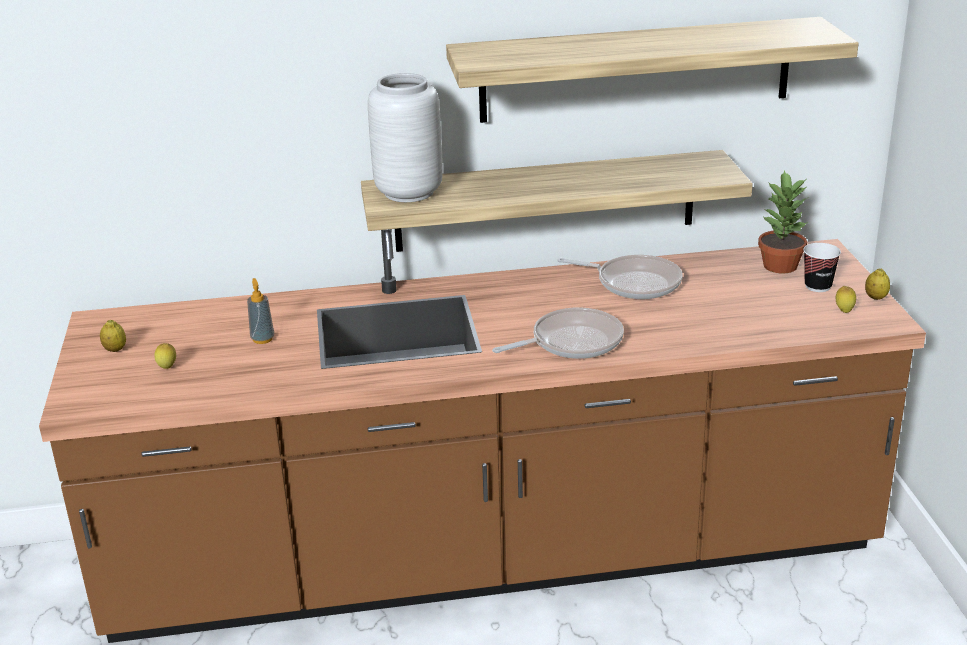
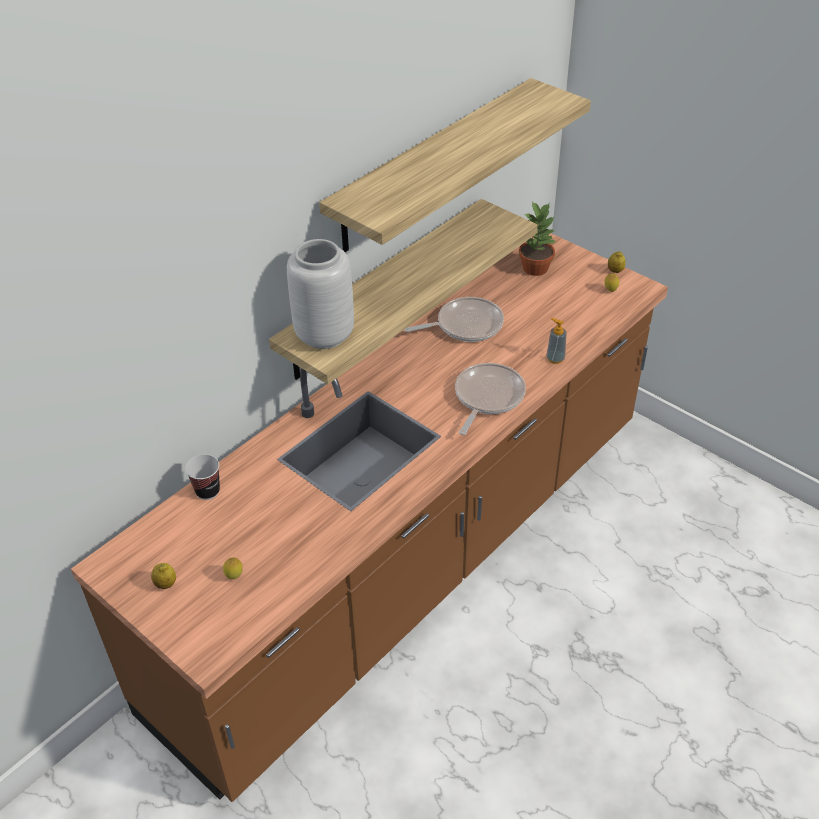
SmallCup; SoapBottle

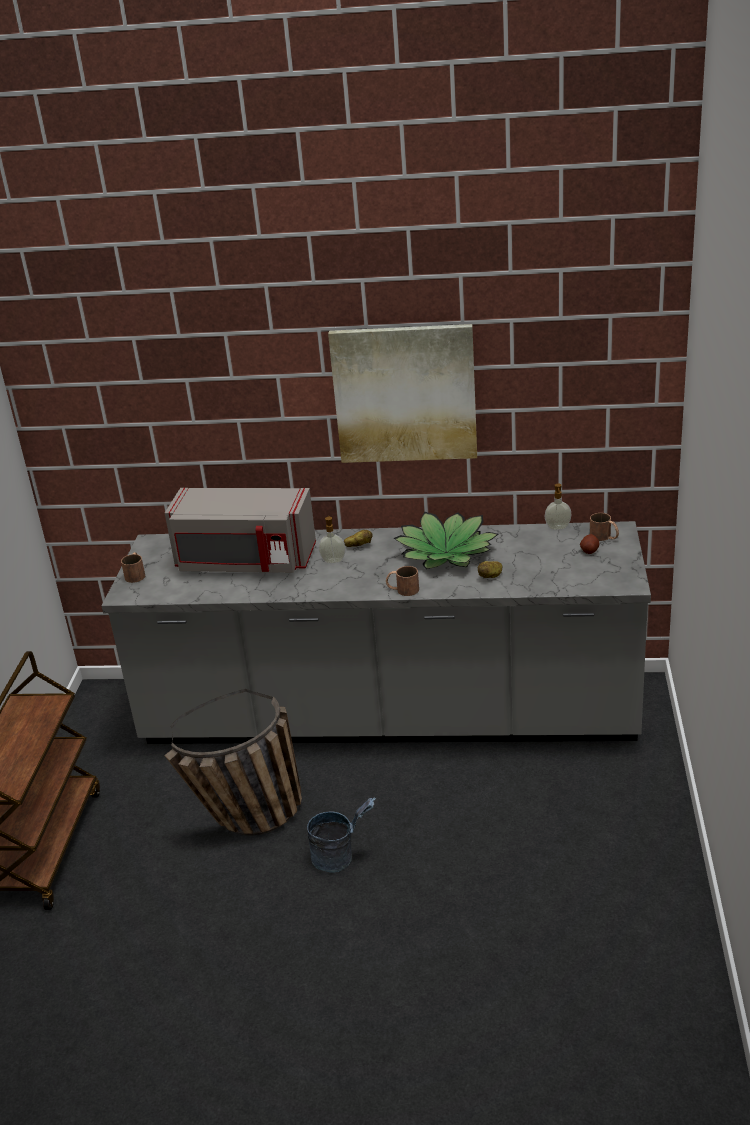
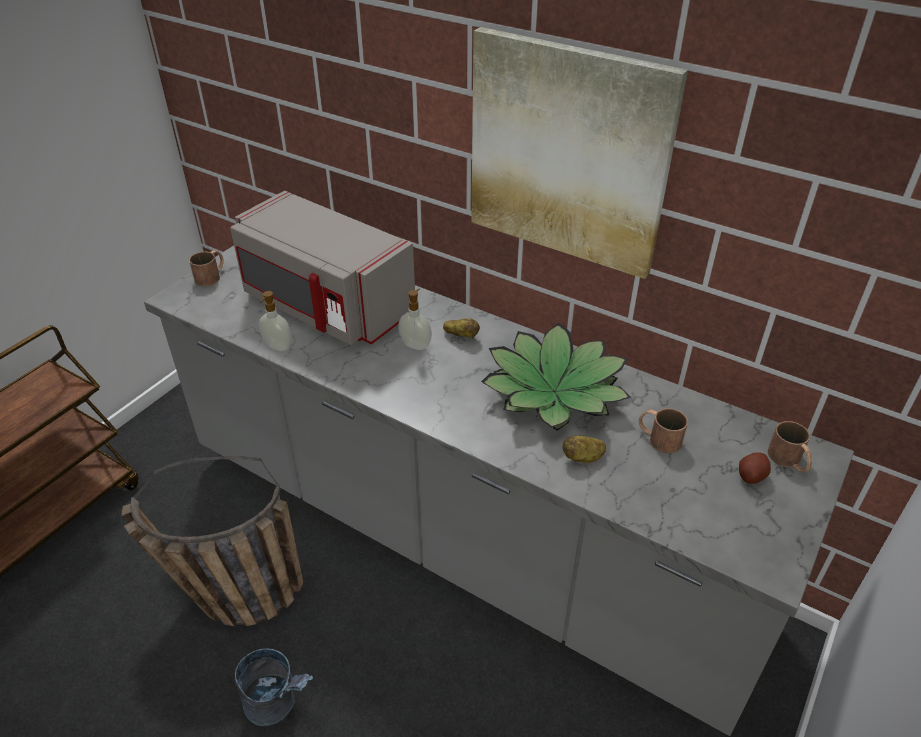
SoapBottle (no. 1 from left); BrownColouredCoffeeMug (no. 2 from left)

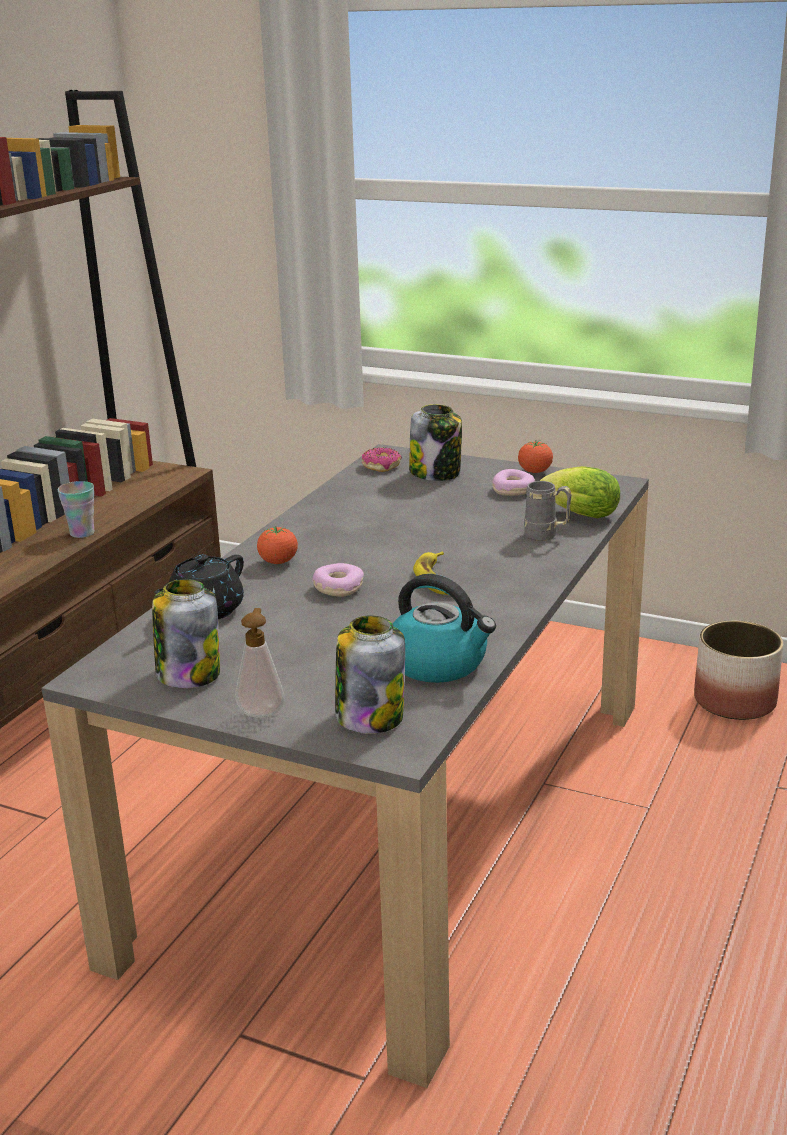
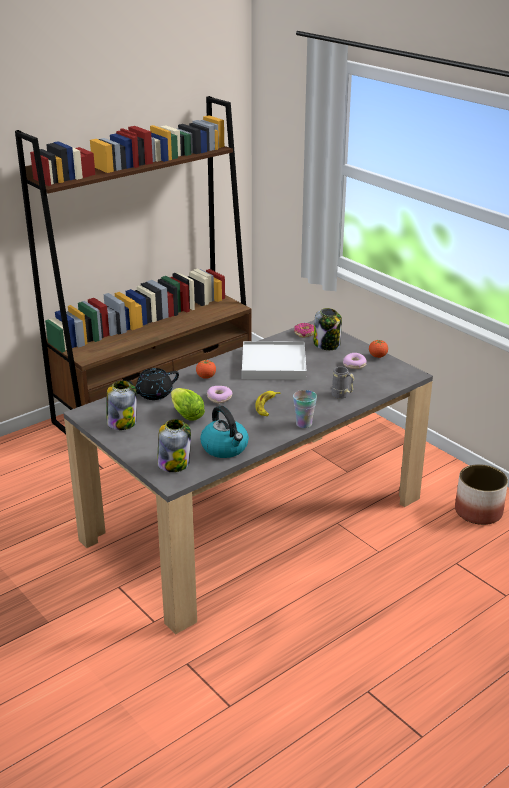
LettuceHead; WhiteColouredCarryingTray; SmallCup; SoapBottle

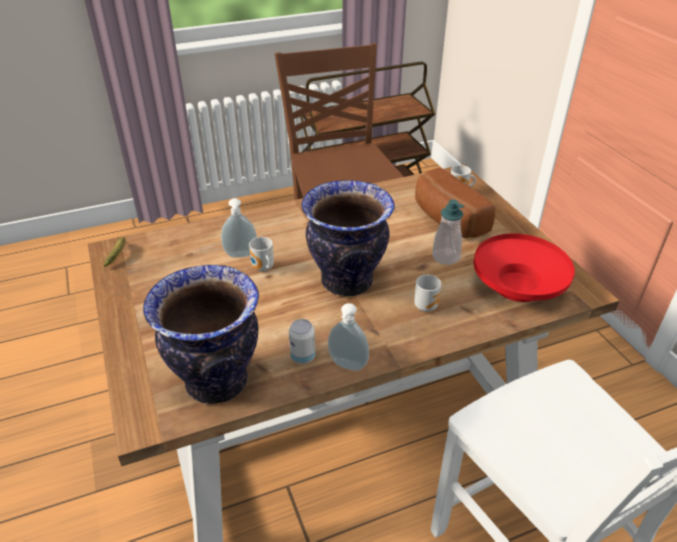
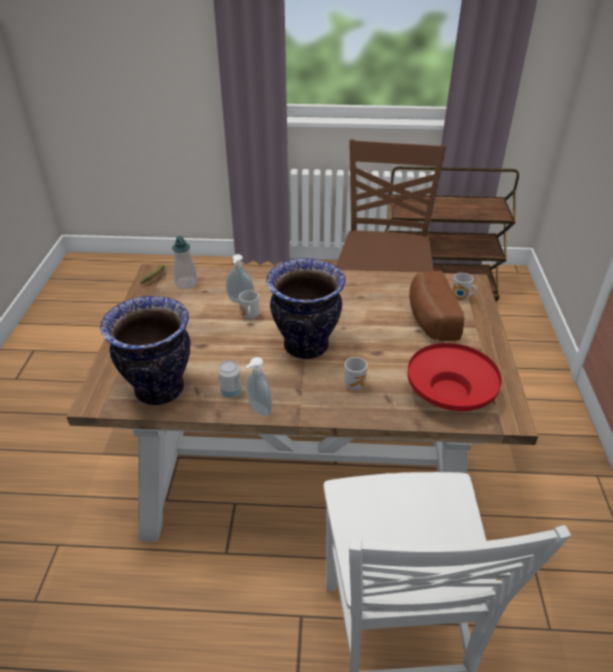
SoapBottle (no. 1 from left)

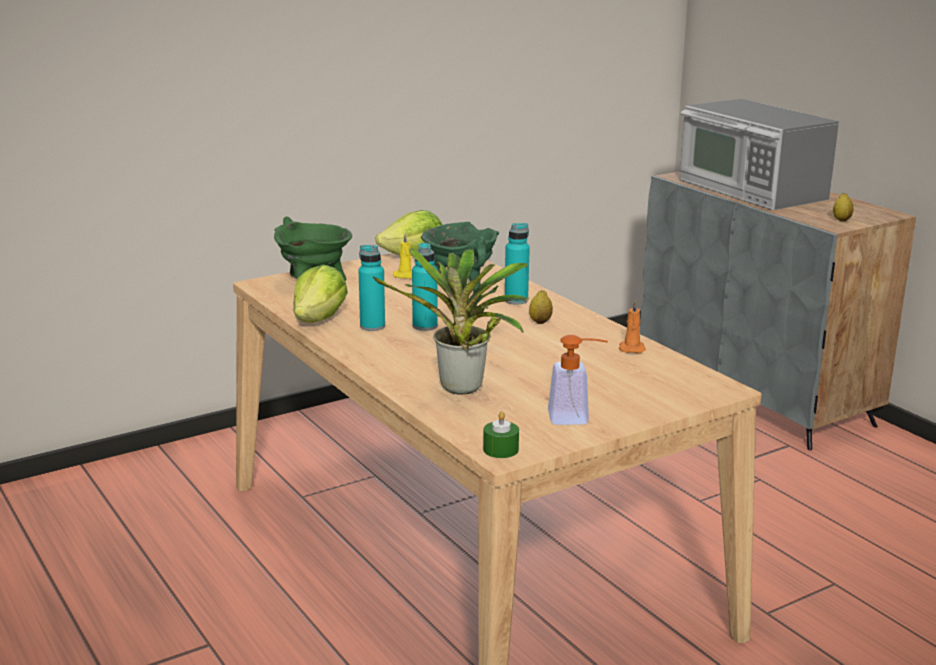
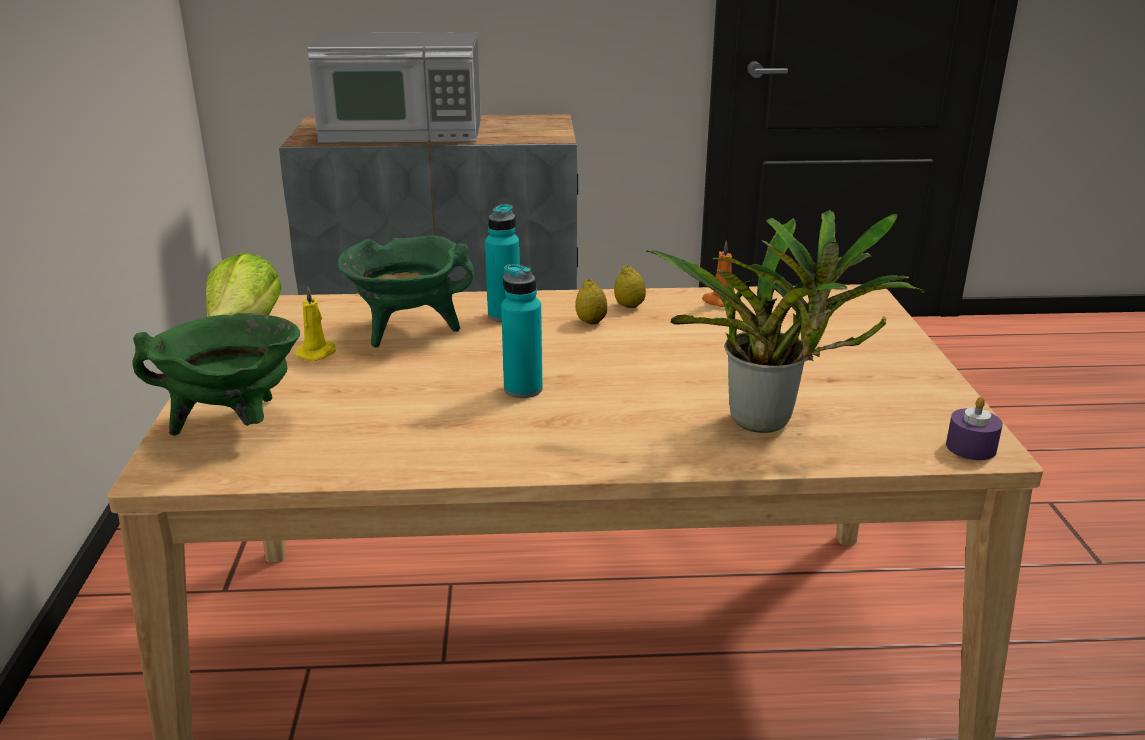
Lemon (no. 2 from left); PurpleColouredWaxLight; LettuceHead (no. 1 from left in the first image); TurquoiseBottle (no. 1 from left in the first image); SoapBottle

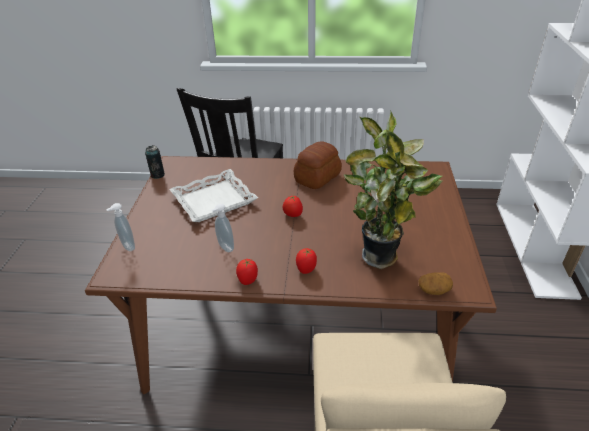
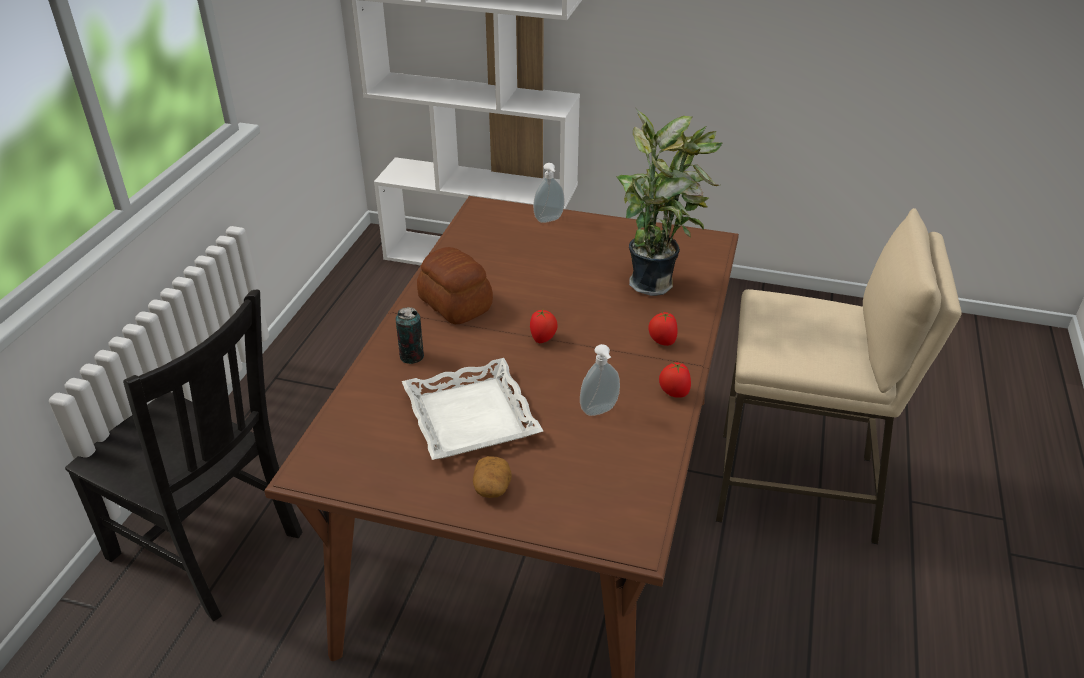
SealedCan; WholePotato; SoapBottle (no. 1 from left)

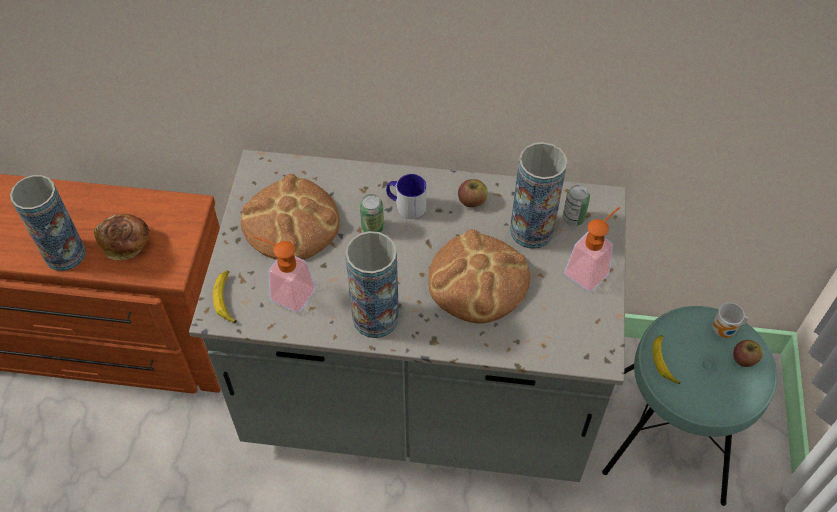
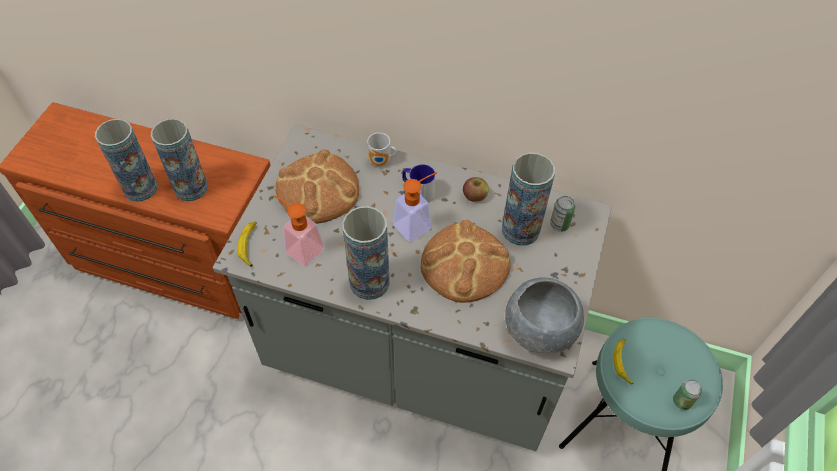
DecorativeVase (no. 2 from left); CoffeeMug (no. 1 from left); SoapBottle (no. 2 from left); GreyServingBowl; SealedCan (no. 2 from left); WholeApple (no. 2 from left in the first image)

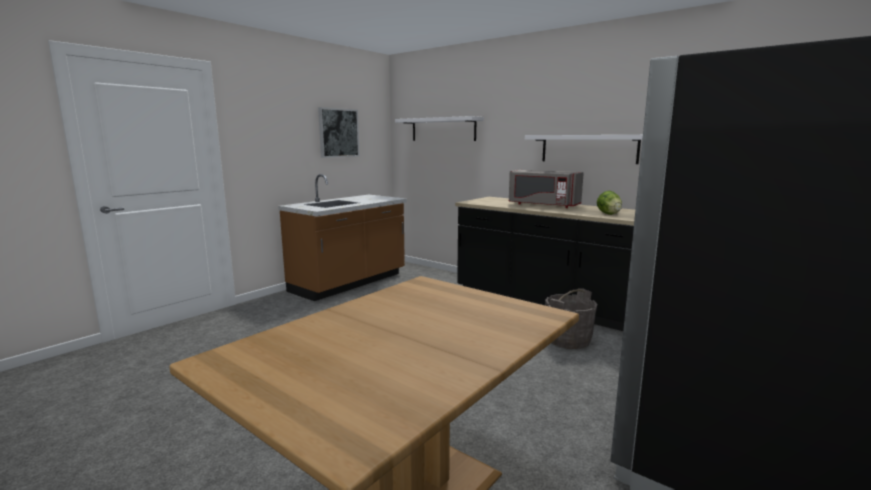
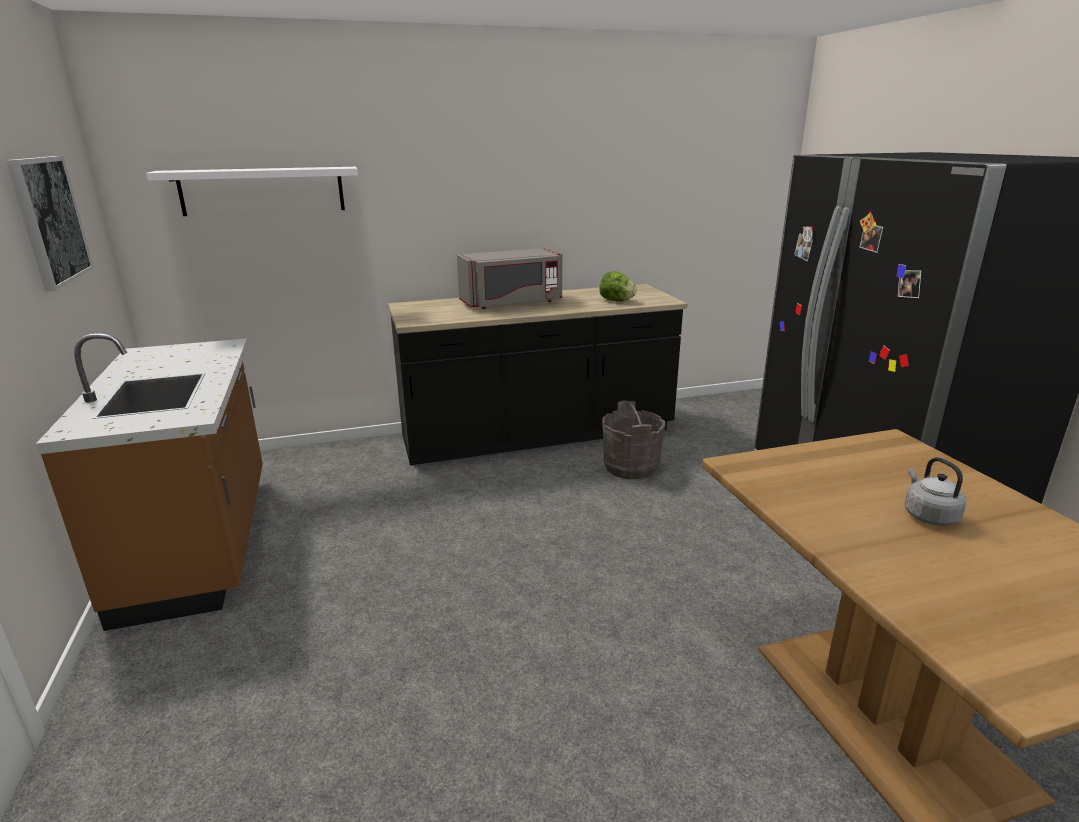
GreyKettle; WhiteColouredBracketShelf (no. 2 from left in the first image)

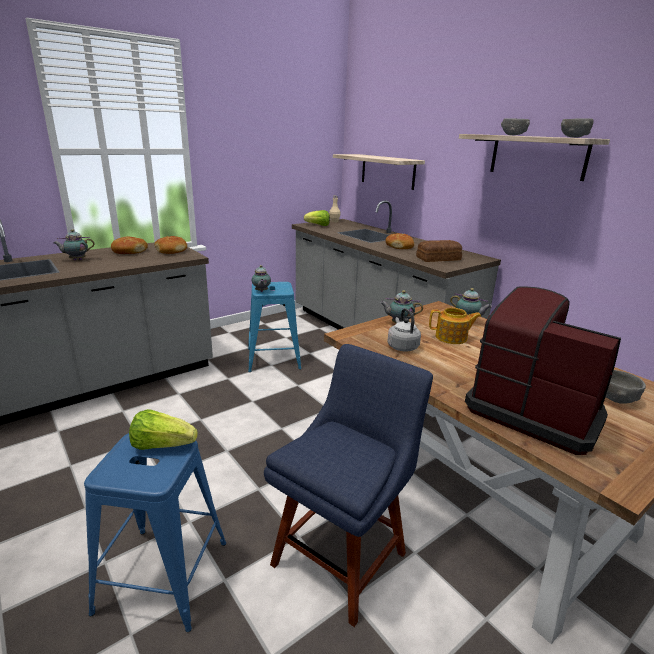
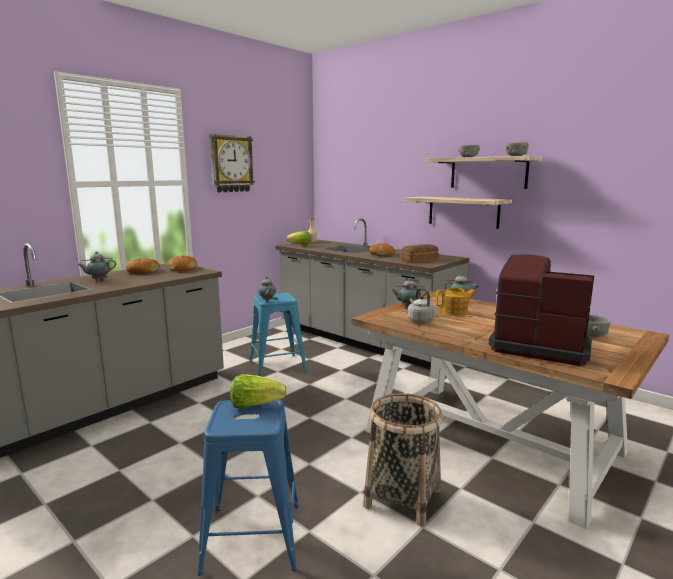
WallClock; HouseholdBasket; BracketShelf (no. 1 from left)

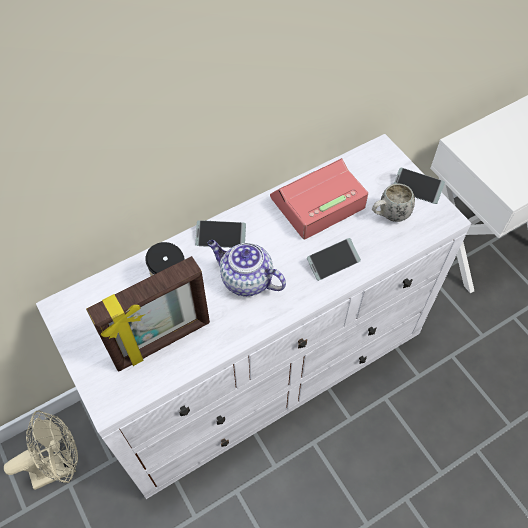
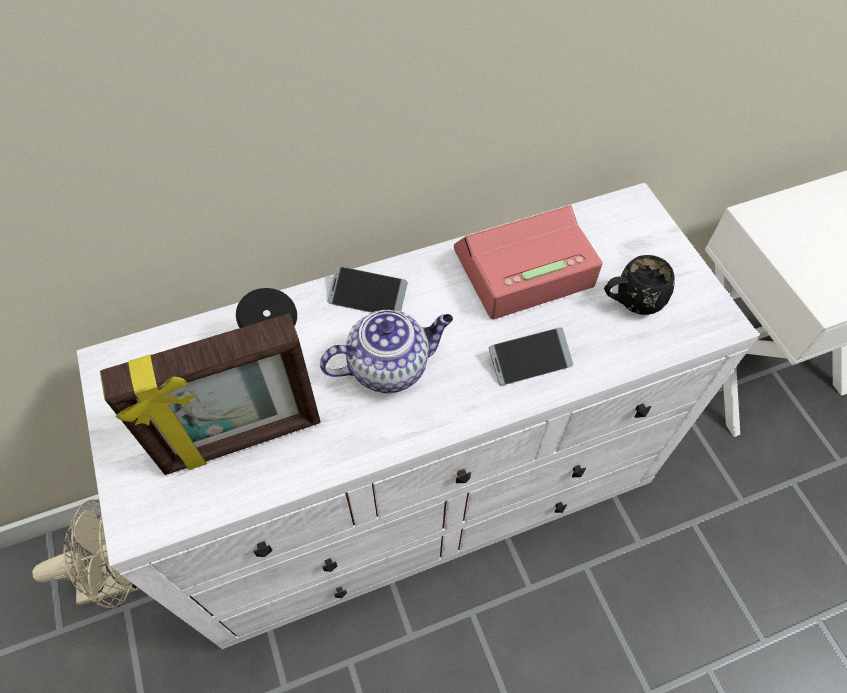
Teapot; BlackishCoffeeMug; Handset (no. 3 from left in the first image)

